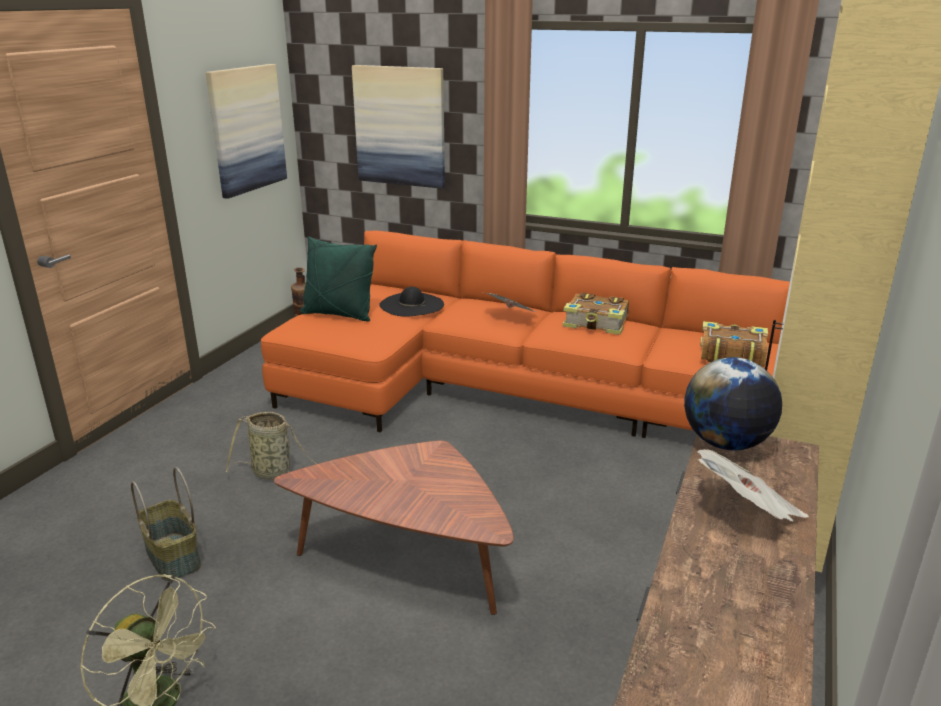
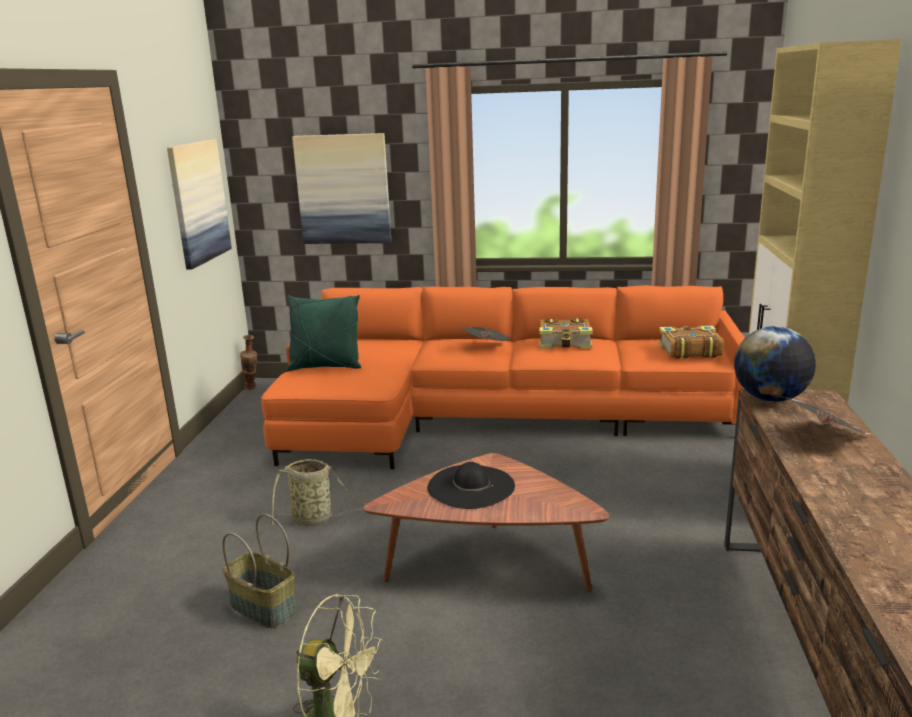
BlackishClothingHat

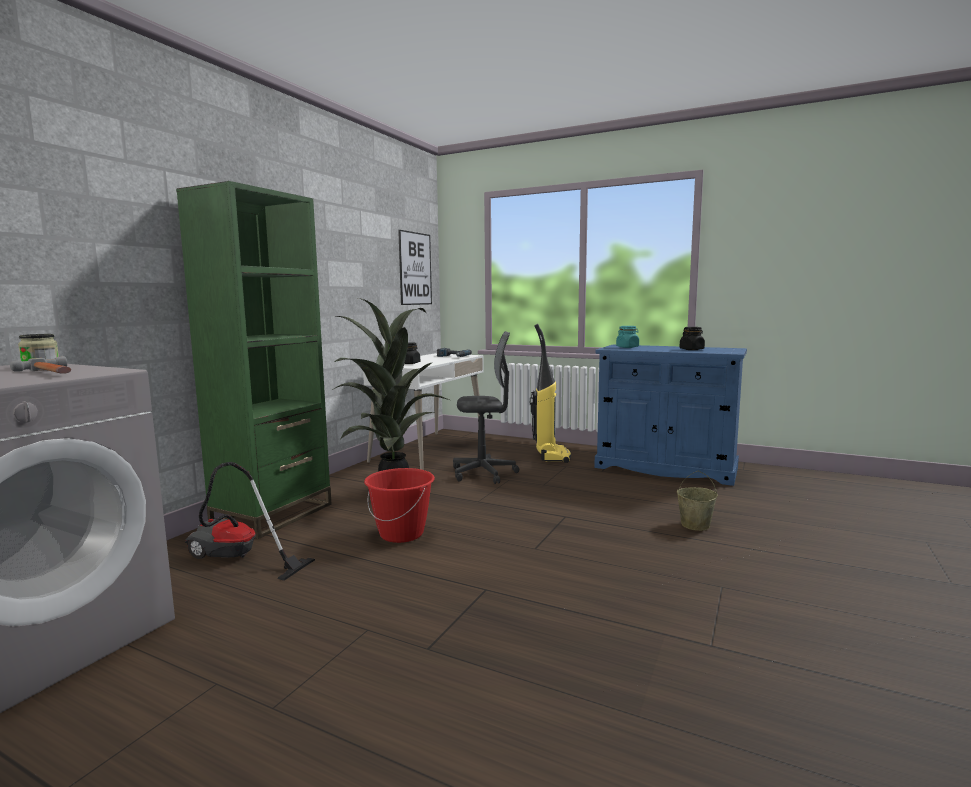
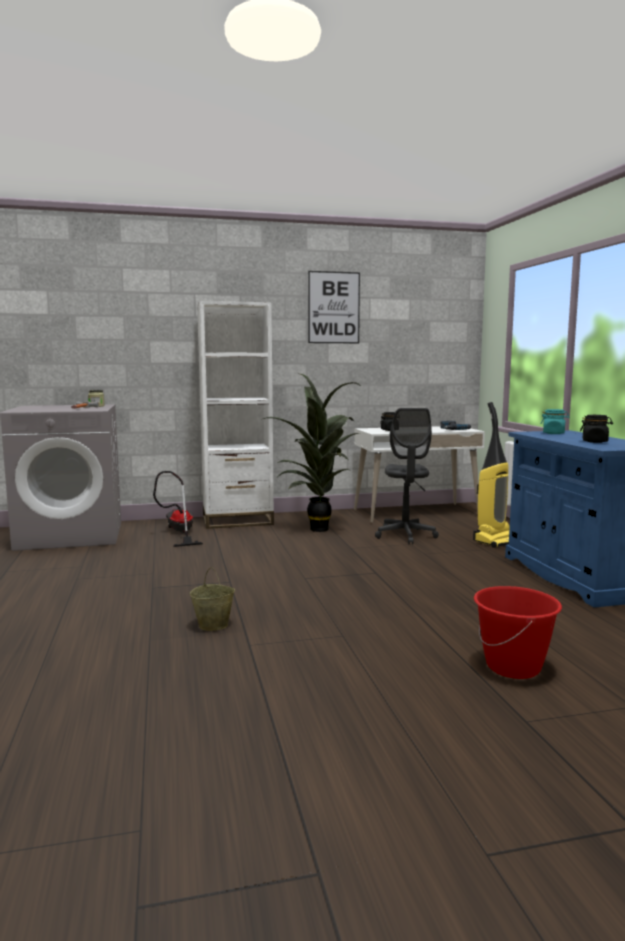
BeigeBucket; WhiteColouredShelvingUnit; Picture; GreyOfficeChair; ReddishBucket

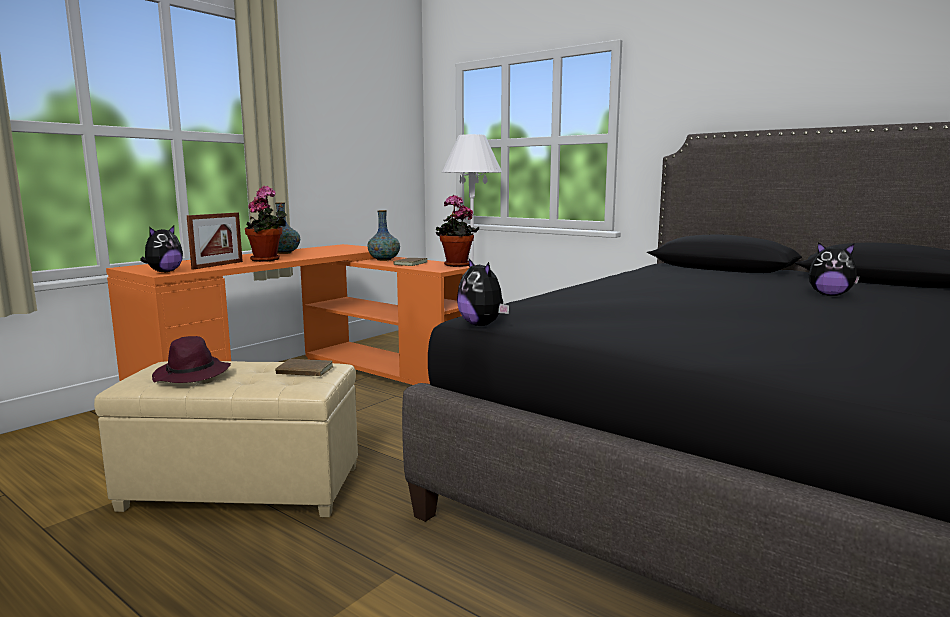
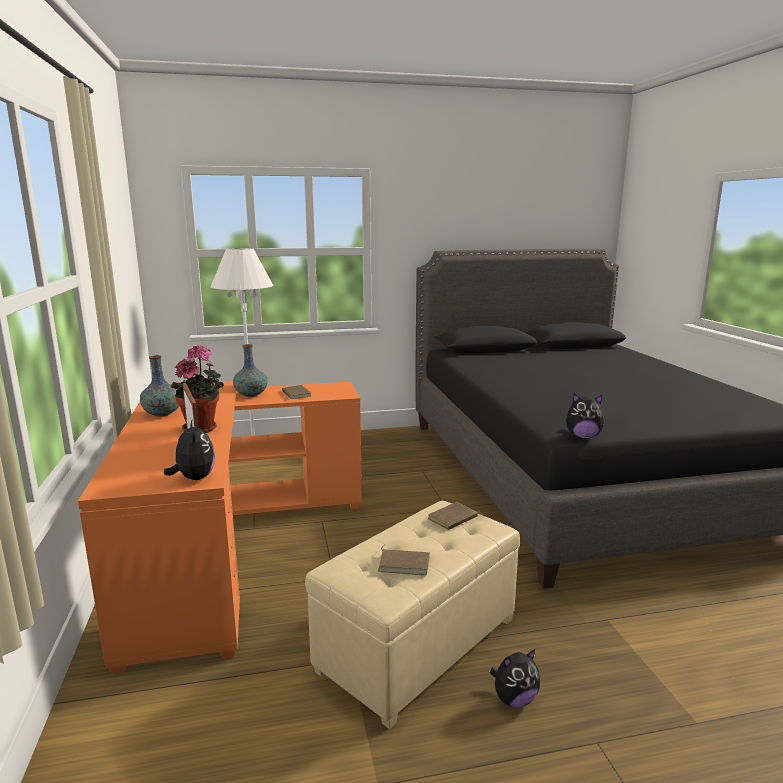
BrownColouredVolume (no. 2 from left); CuddlyToy (no. 2 from left); Houseplant (no. 2 from left in the first image)

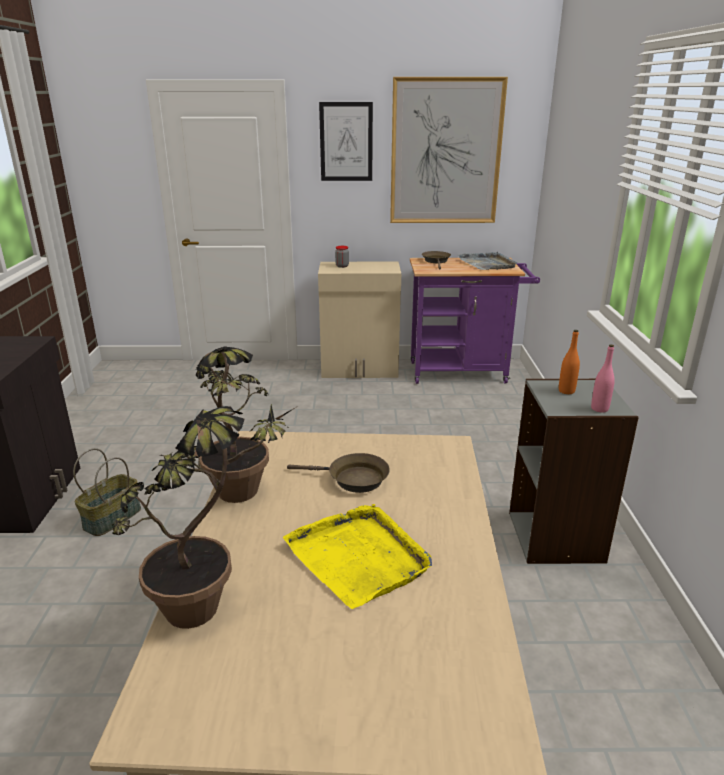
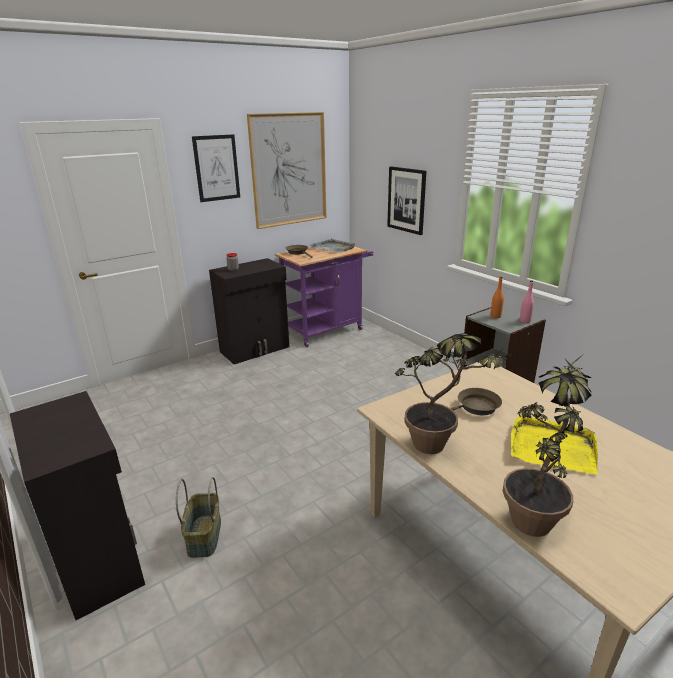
BlackishCabinet (no. 2 from left); Picture (no. 3 from left)

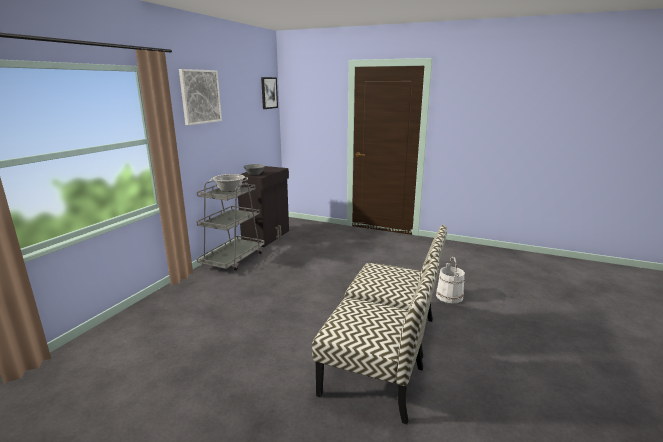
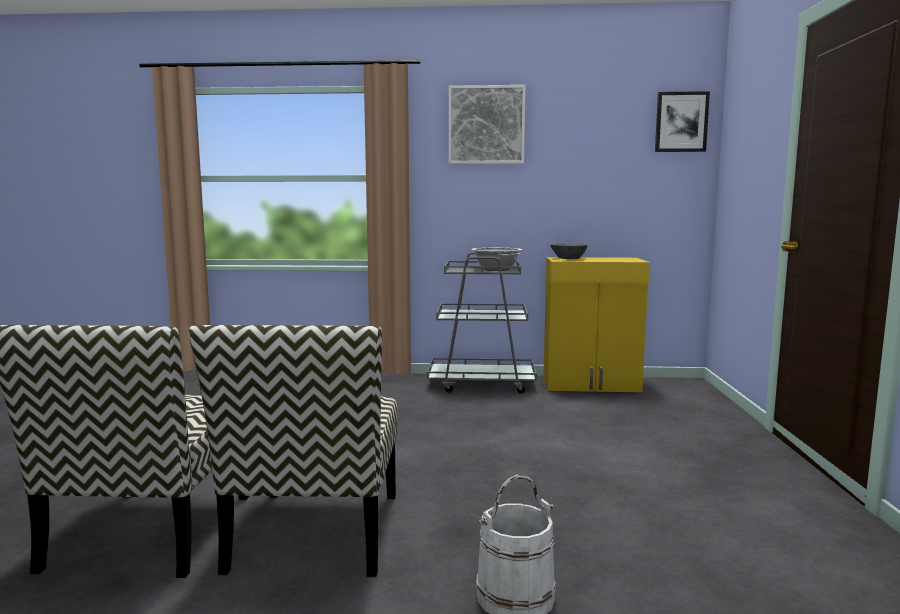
YellowColouredCabinet

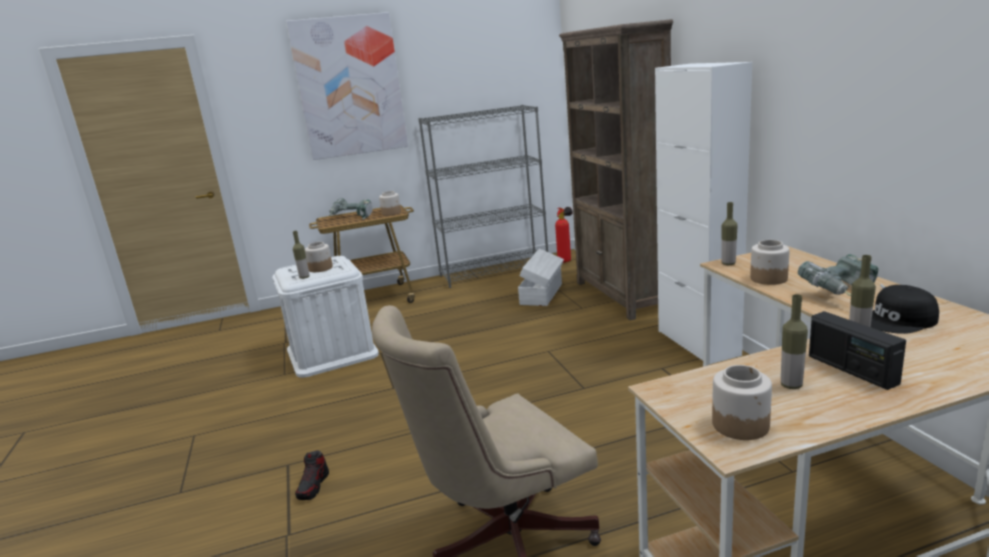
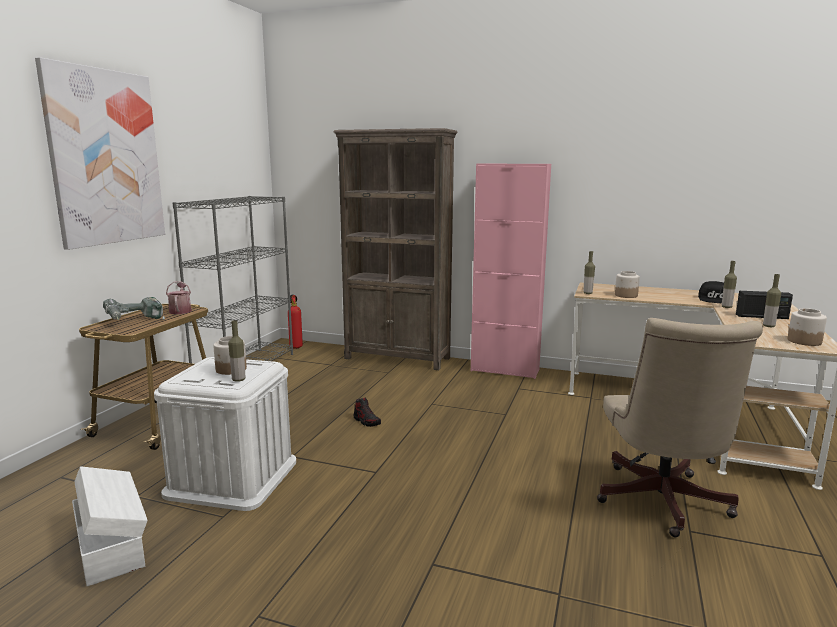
WhiteColouredStorageBin (no. 1 from left); WateringCan; LowShoe; PinkColouredCabinet; ElectricDrill (no. 2 from left in the first image)

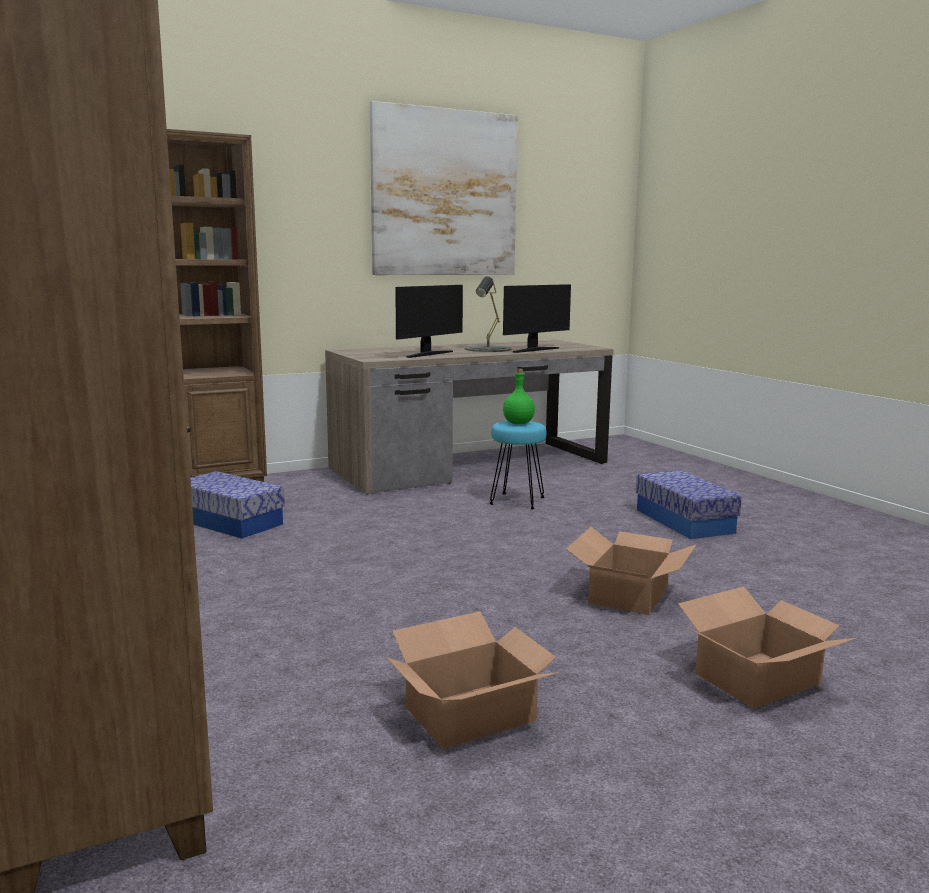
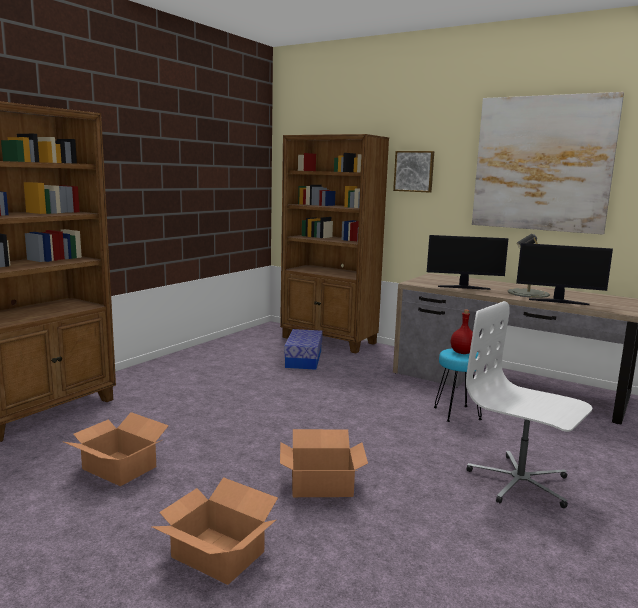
Picture (no. 1 from left); ReddishBottle; WhiteColouredOfficeChair

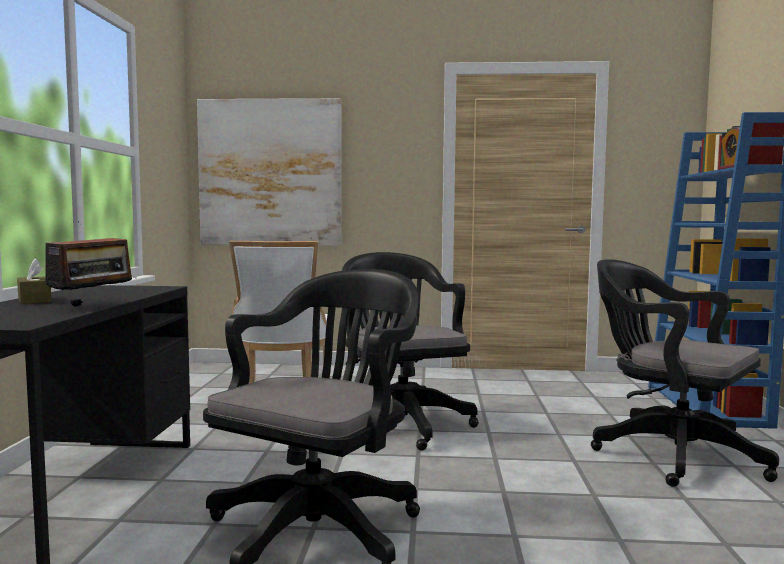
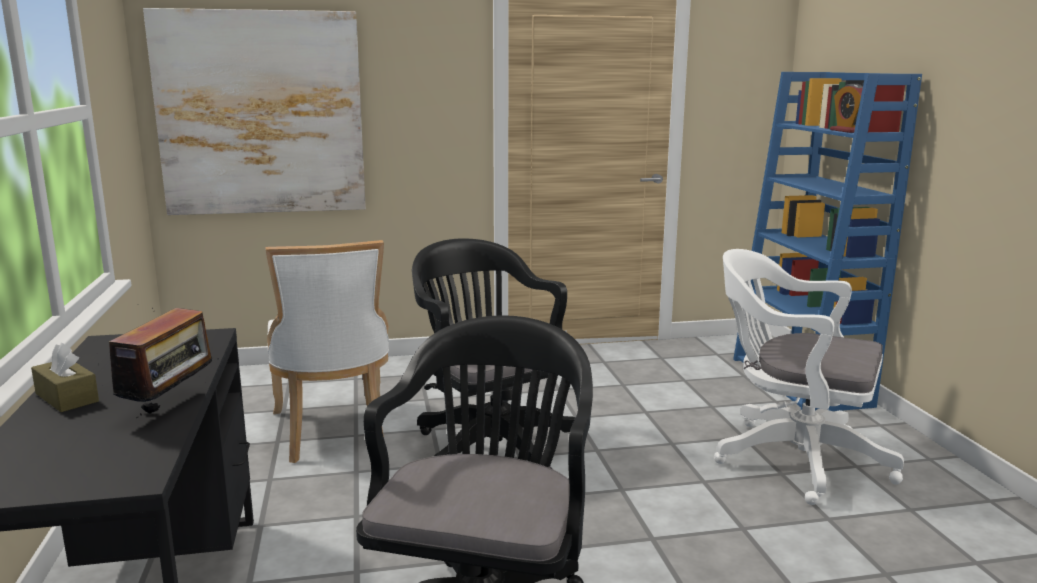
WhiteColouredOfficeChair

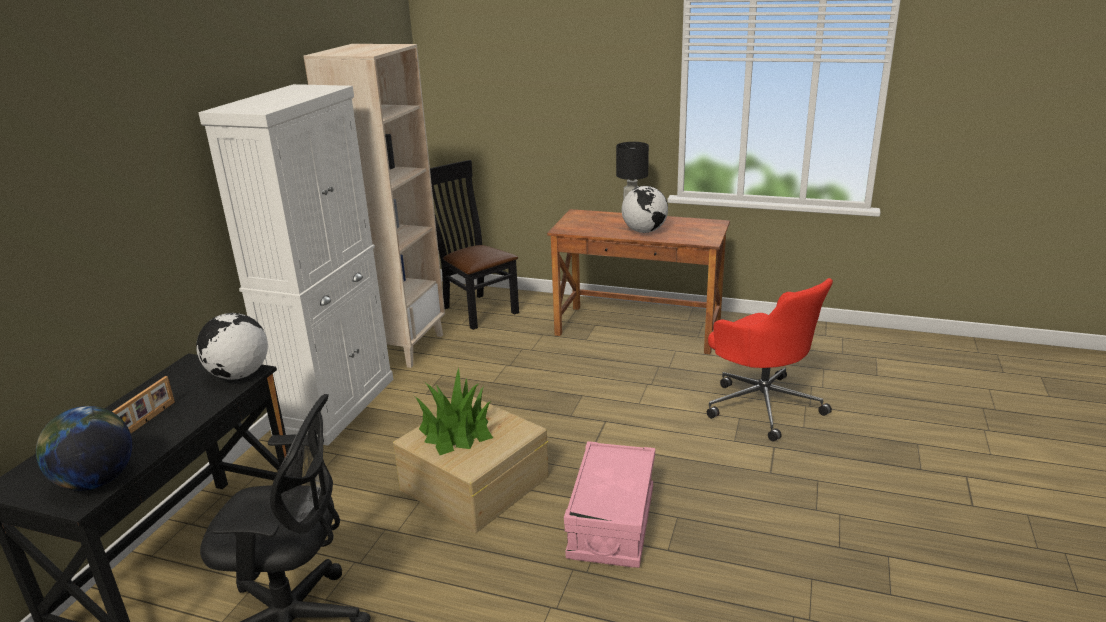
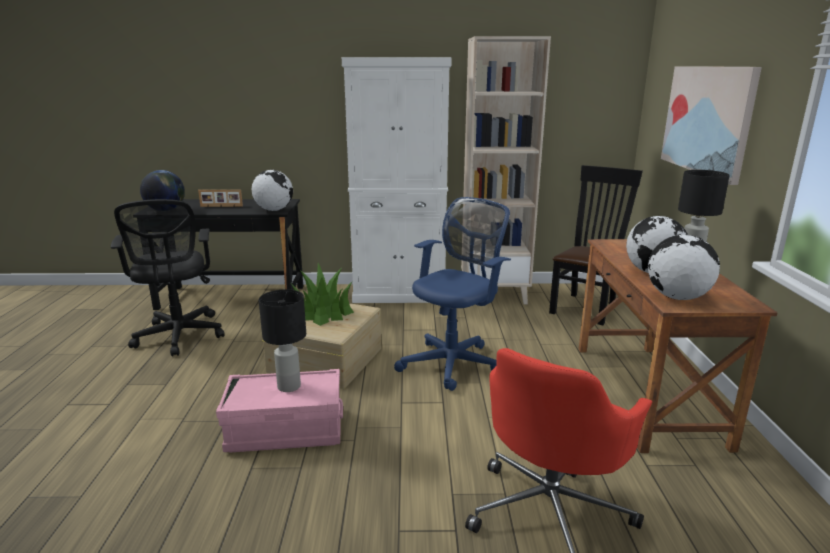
BlackishTableLamp (no. 1 from left); BluishOfficeChair; WorldGlobe (no. 4 from left); Picture

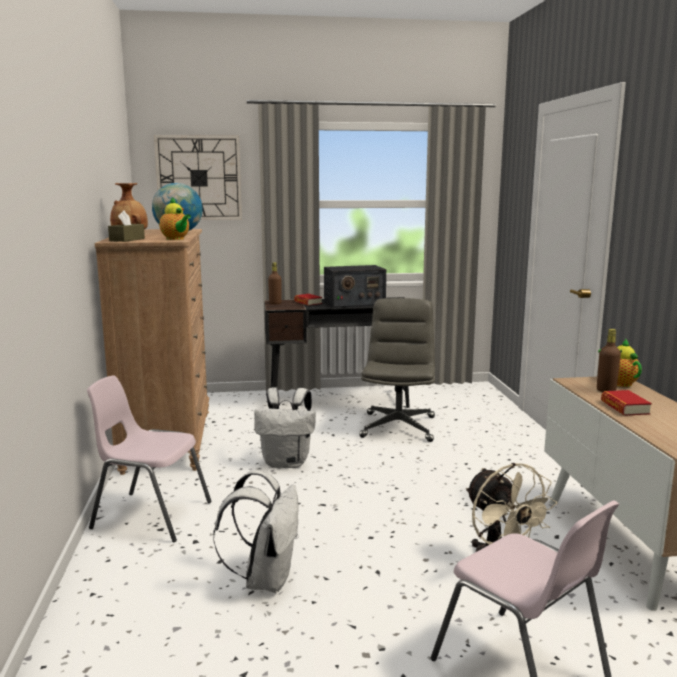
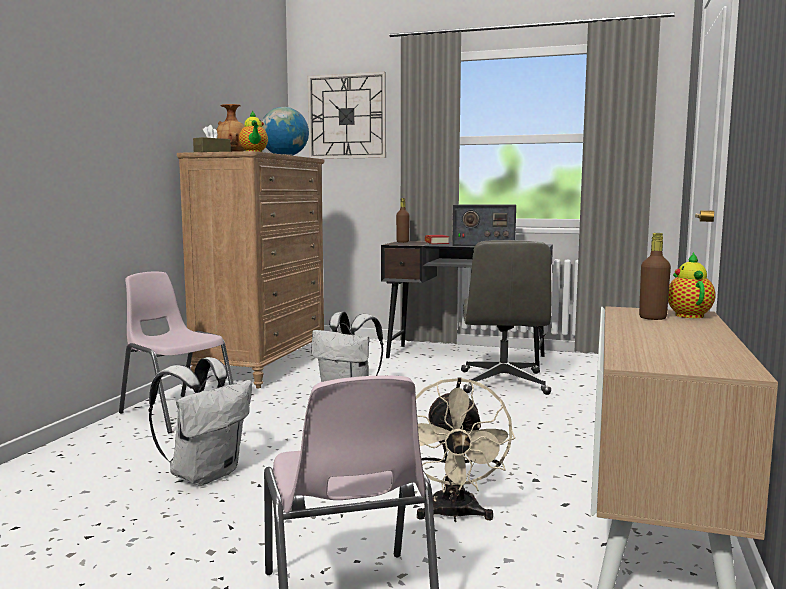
GreyOfficeChair; Volume (no. 2 from left in the first image)

